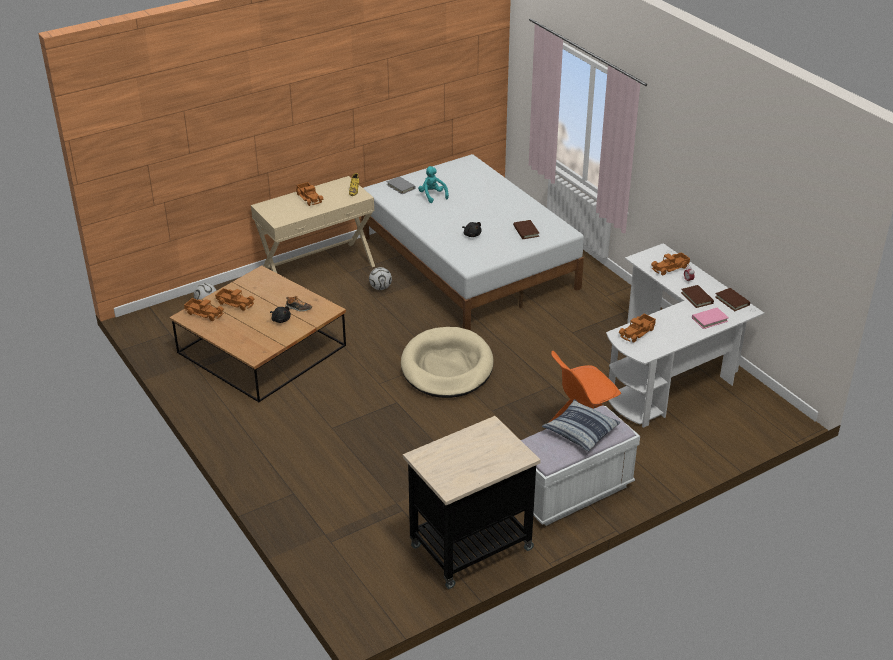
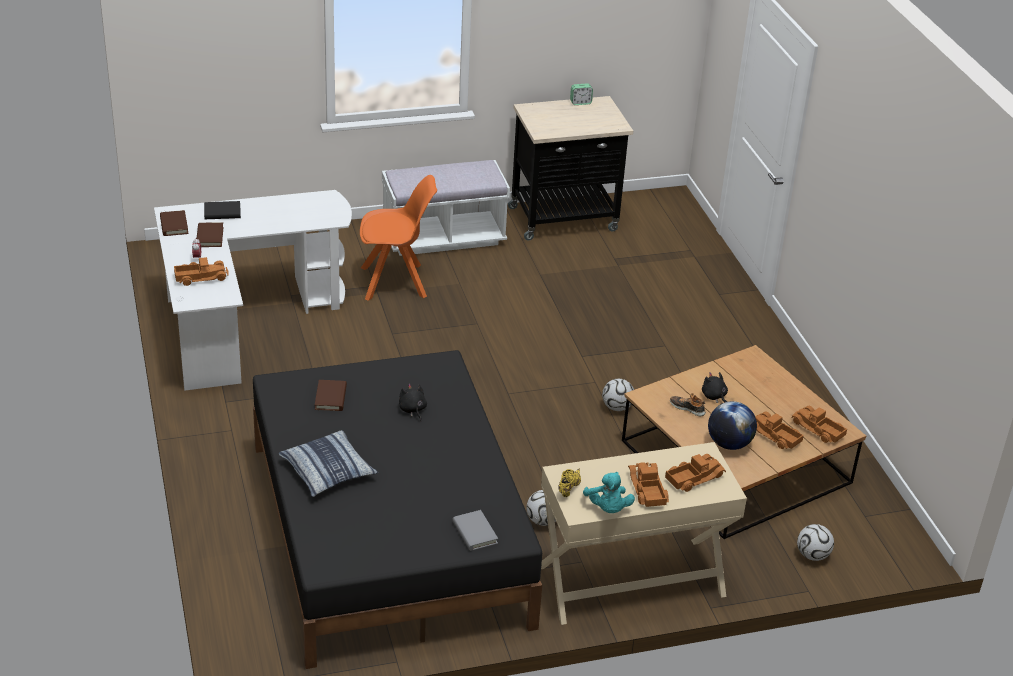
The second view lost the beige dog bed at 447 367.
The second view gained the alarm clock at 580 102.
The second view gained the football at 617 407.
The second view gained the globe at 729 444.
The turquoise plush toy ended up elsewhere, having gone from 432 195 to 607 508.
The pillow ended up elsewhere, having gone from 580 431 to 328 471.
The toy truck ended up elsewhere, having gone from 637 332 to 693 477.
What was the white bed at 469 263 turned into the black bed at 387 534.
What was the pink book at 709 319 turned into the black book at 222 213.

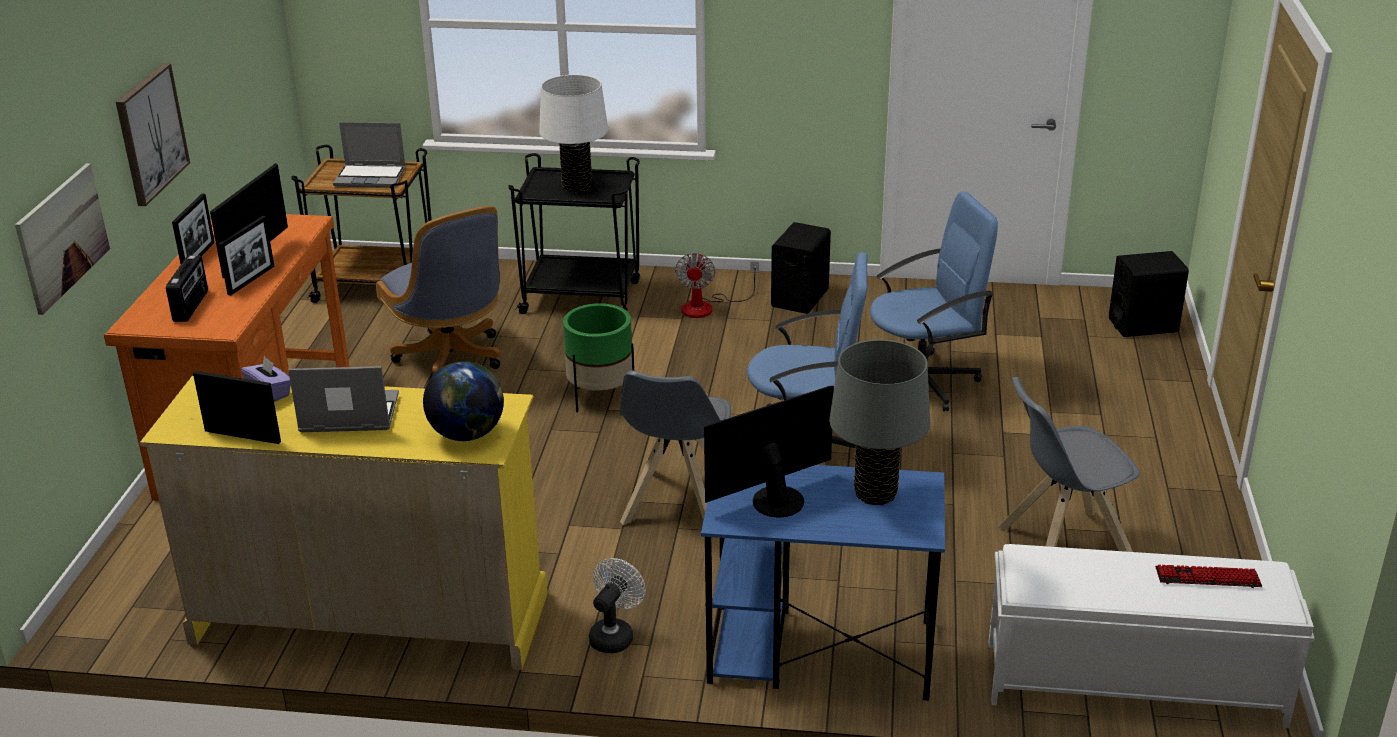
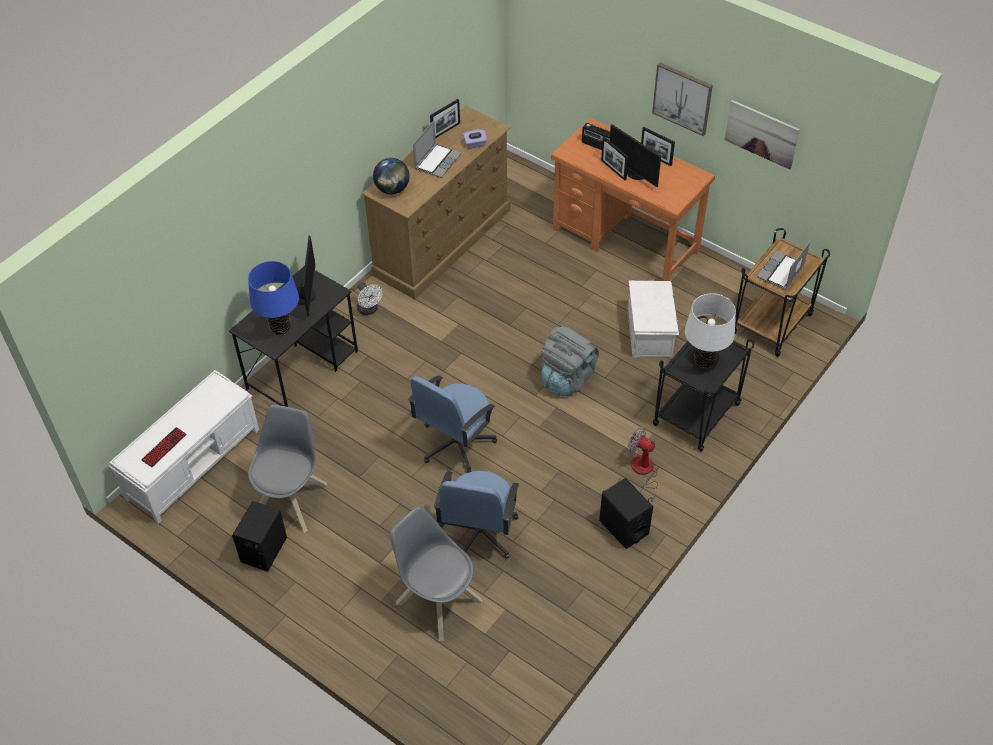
The picture ended up elsewhere, having gone from 62 237 to 761 134.
The grey chair ended up elsewhere, having gone from 677 503 to 437 600.
The black speaker ended up elsewhere, having gone from 1143 325 to 264 550.
Where the blue office chair stood at 454 361, the white storage box came to stand at 650 332.
Where the green planter stood at 601 397, the grey backpack came to stand at 567 378.
What was the yellow dresser at 369 617 turned into the brown dresser at 443 241.
What was the blue desk at 818 652 turned into the black desk at 303 369.
What was the grey table lamp at 875 494 turned into the blue table lamp at 280 328.

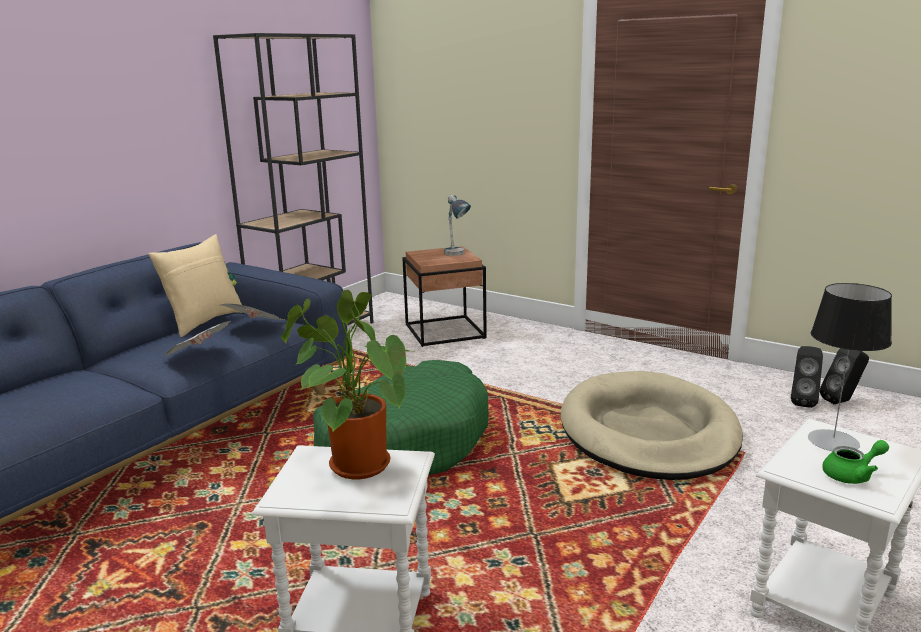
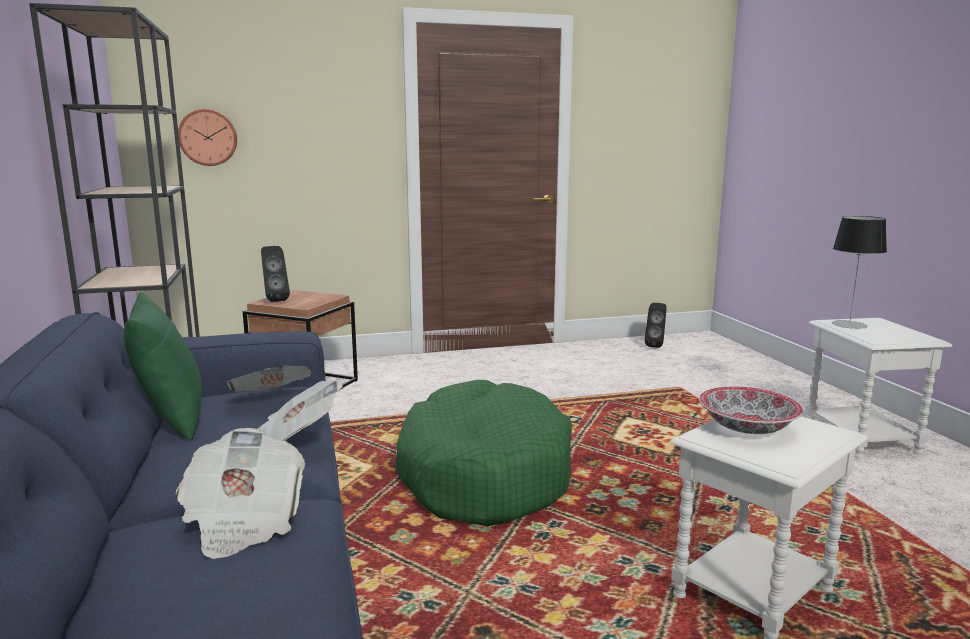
The second view lost the table lamp at 457 255.
The second view lost the beige dog bed at 648 432.
The second view lost the green teapot at 852 475.
The second view gained the newspaper at 243 521.
The second view gained the wall clock at 208 137.
The black speaker ended up elsewhere, having gone from 802 402 to 275 300.
Where the potted plant stood at 354 464, the bowl came to stand at 746 427.
What was the beige pillow at 205 322 turned into the green pillow at 172 420.

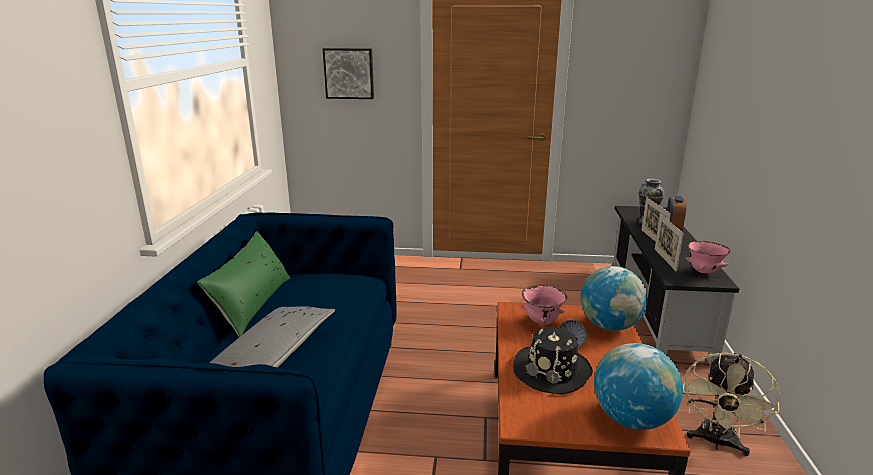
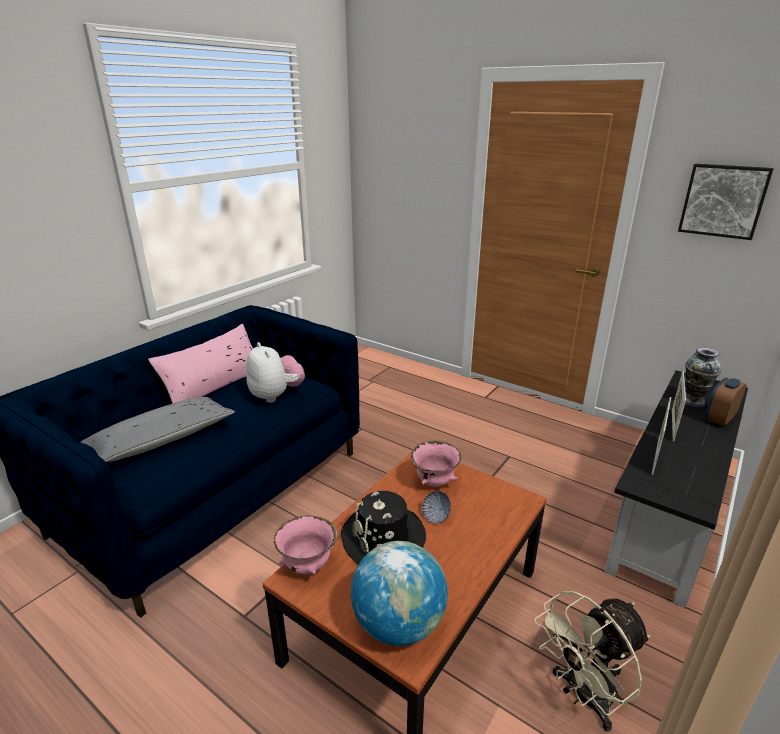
The second view lost the globe at 609 326.
The second view gained the plush toy at 276 395.
The picture ended up elsewhere, having gone from 349 73 to 723 200.
The pink bowl ended up elsewhere, having gone from 704 272 to 308 566.
What was the green pillow at 252 304 turned into the pink pillow at 215 386.

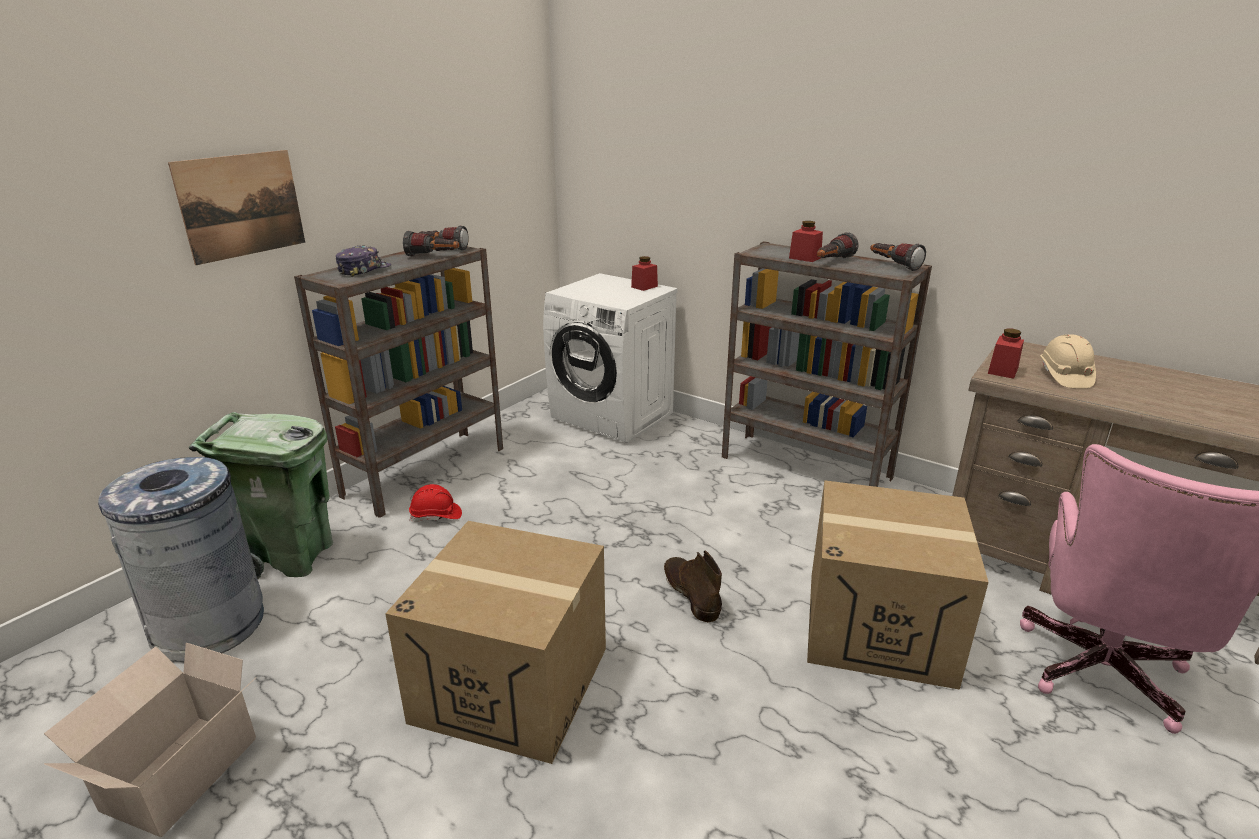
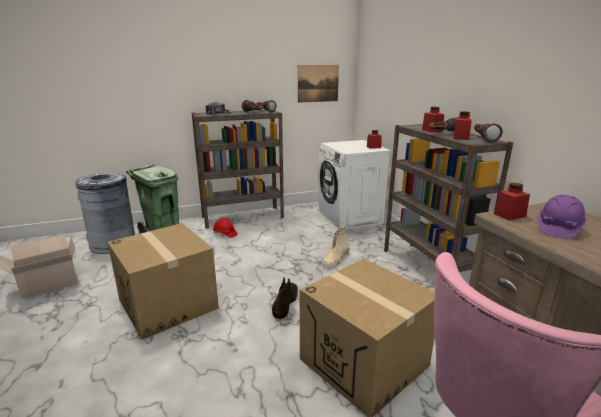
The second view gained the beige boot at 335 259.
The second view gained the red jar at 461 137.
The picture ended up elsewhere, having gone from 241 205 to 318 83.
What was the beige hard hat at 1064 376 turned into the purple hard hat at 558 229.

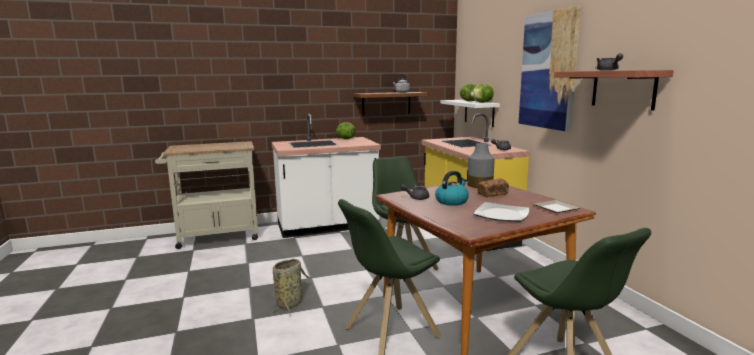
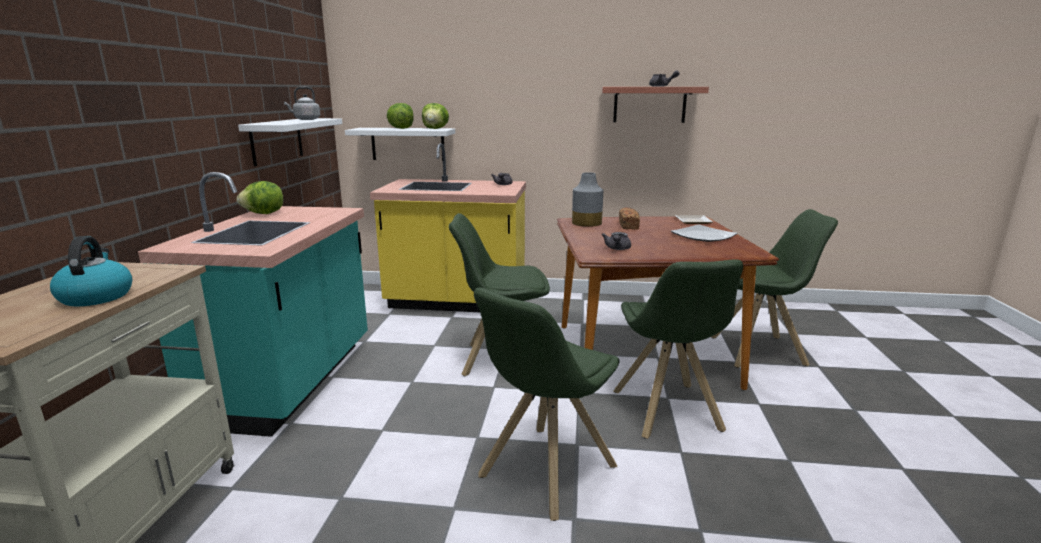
The second view lost the picture at 548 70.
The kettle ended up elsewhere, having gone from 452 201 to 96 296.
Where the basket stood at 290 302, the green chair came to stand at 546 470.
What was the white counter at 327 227 turned into the turquoise counter at 291 382.
What was the brown shelf at 386 103 turned into the white shelf at 277 141.

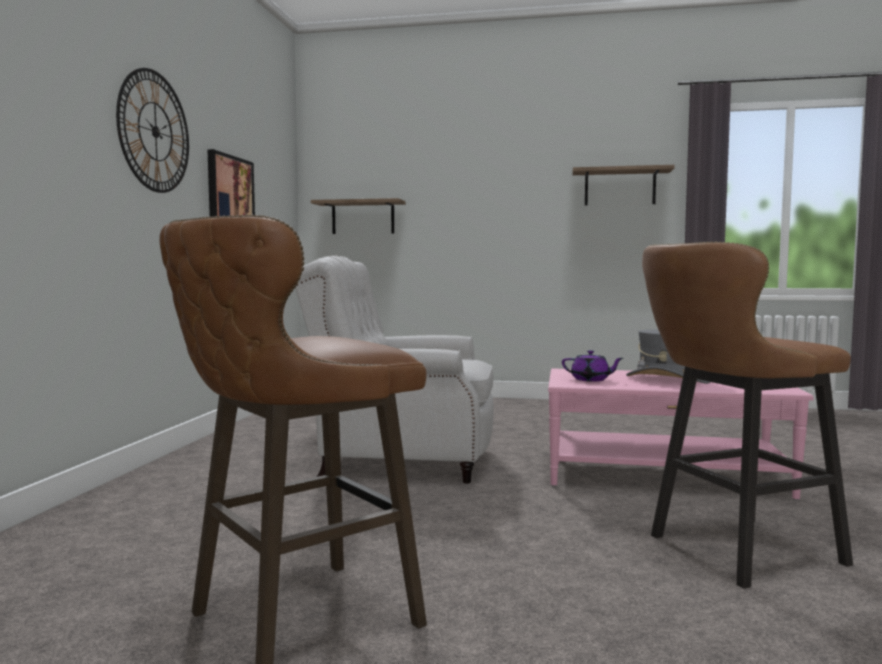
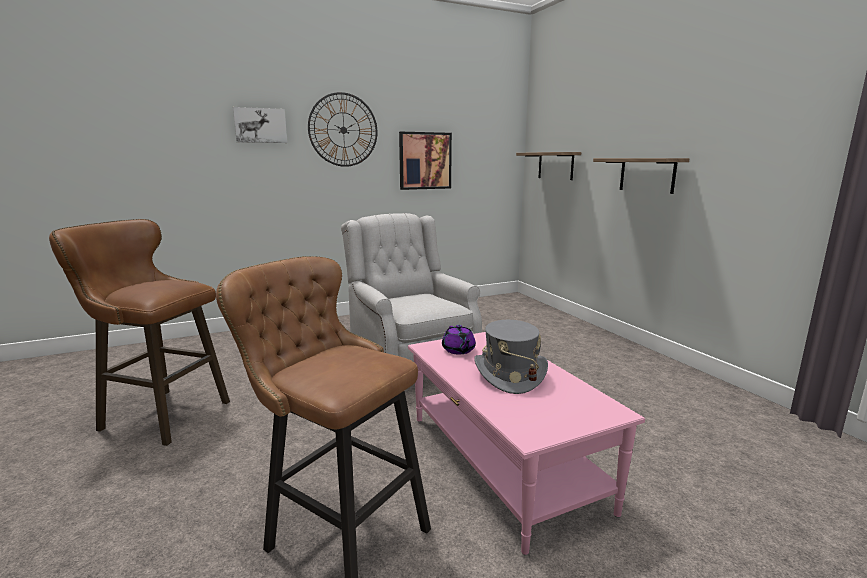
The second view gained the picture at 260 125.
The shelf ended up elsewhere, having gone from 620 187 to 647 175.

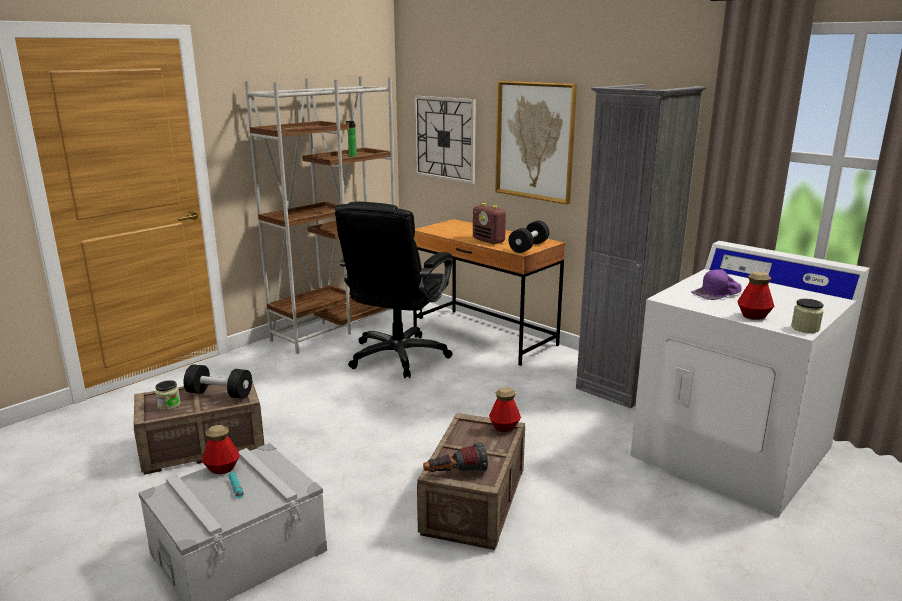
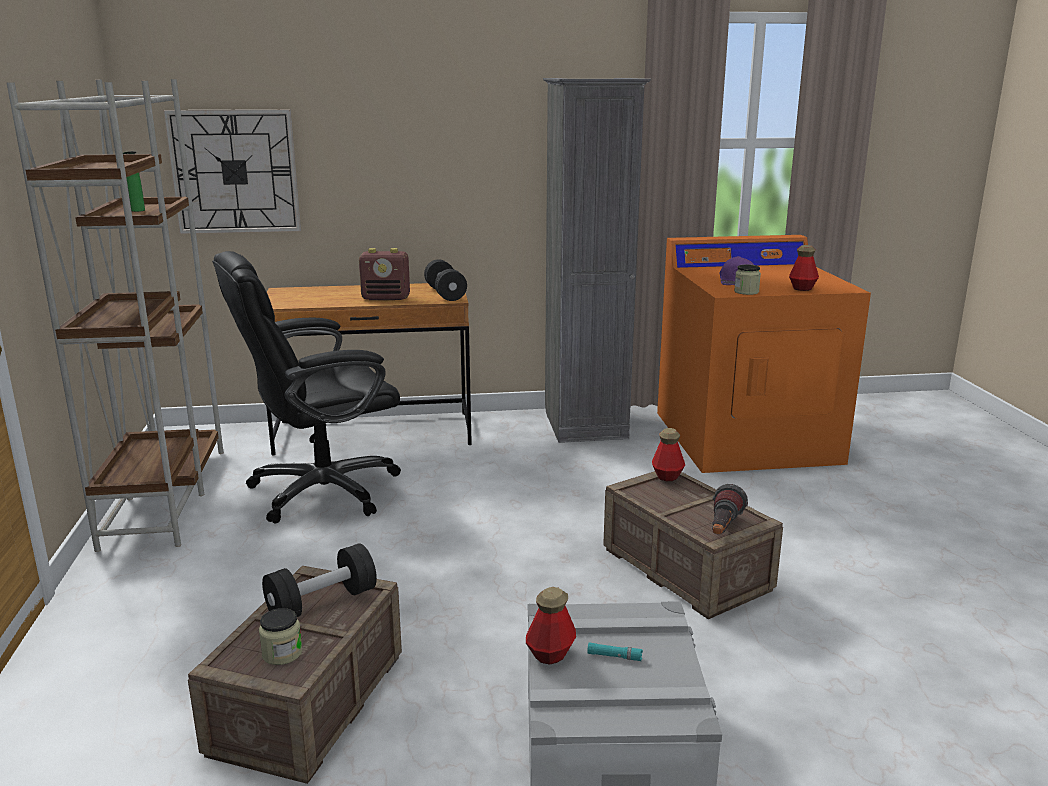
The second view lost the picture at 535 141.
The jar ended up elsewhere, having gone from 805 328 to 746 292.
What was the white washing machine at 733 452 turned into the orange washing machine at 747 437.
The black office chair at 398 356 ended up facing another way, 90 degrees clockwise from before.

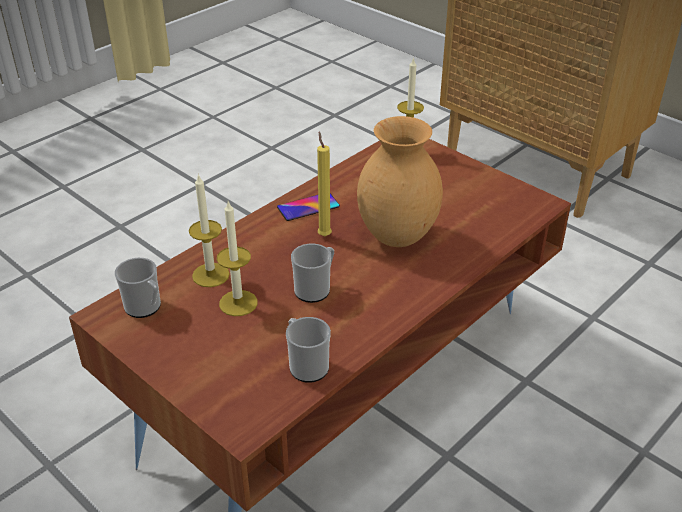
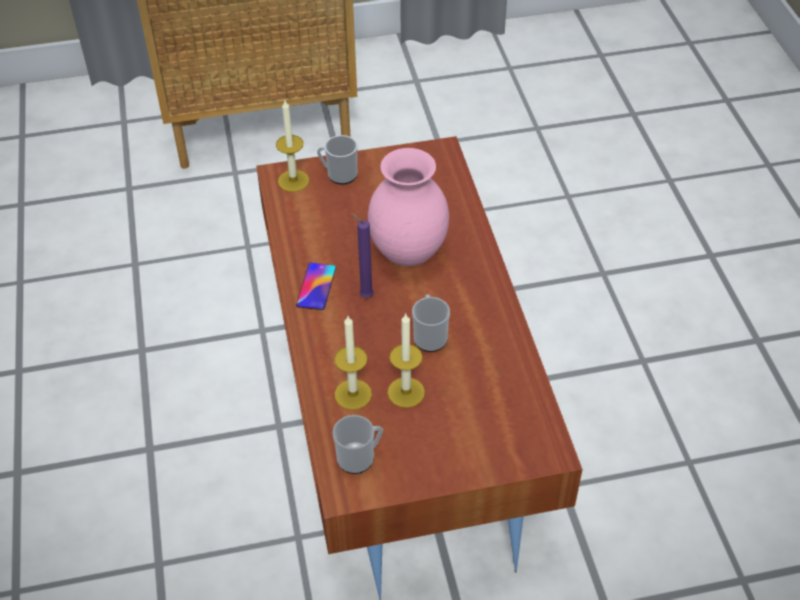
The mug ended up elsewhere, having gone from 306 365 to 339 174.
What was the yellow candle at 324 234 turned into the purple candle at 364 296.
What was the brown vase at 396 238 turned into the pink vase at 409 255.

